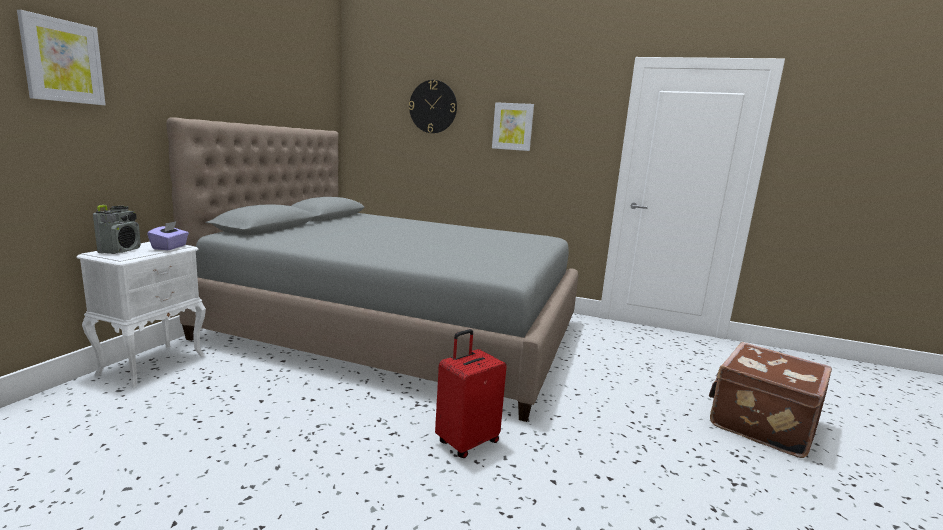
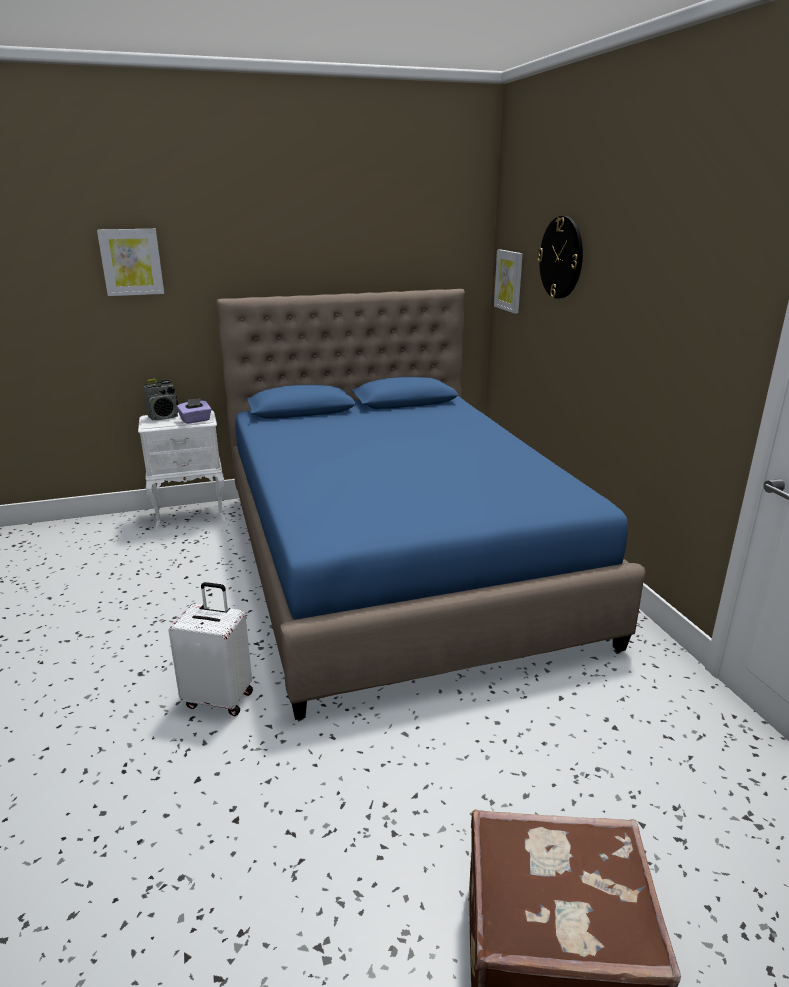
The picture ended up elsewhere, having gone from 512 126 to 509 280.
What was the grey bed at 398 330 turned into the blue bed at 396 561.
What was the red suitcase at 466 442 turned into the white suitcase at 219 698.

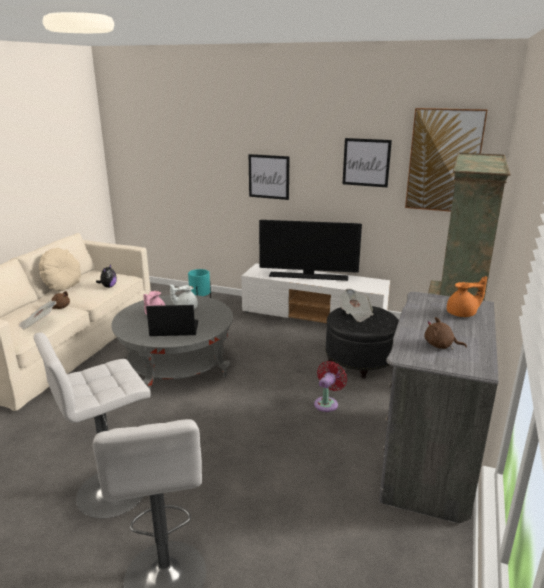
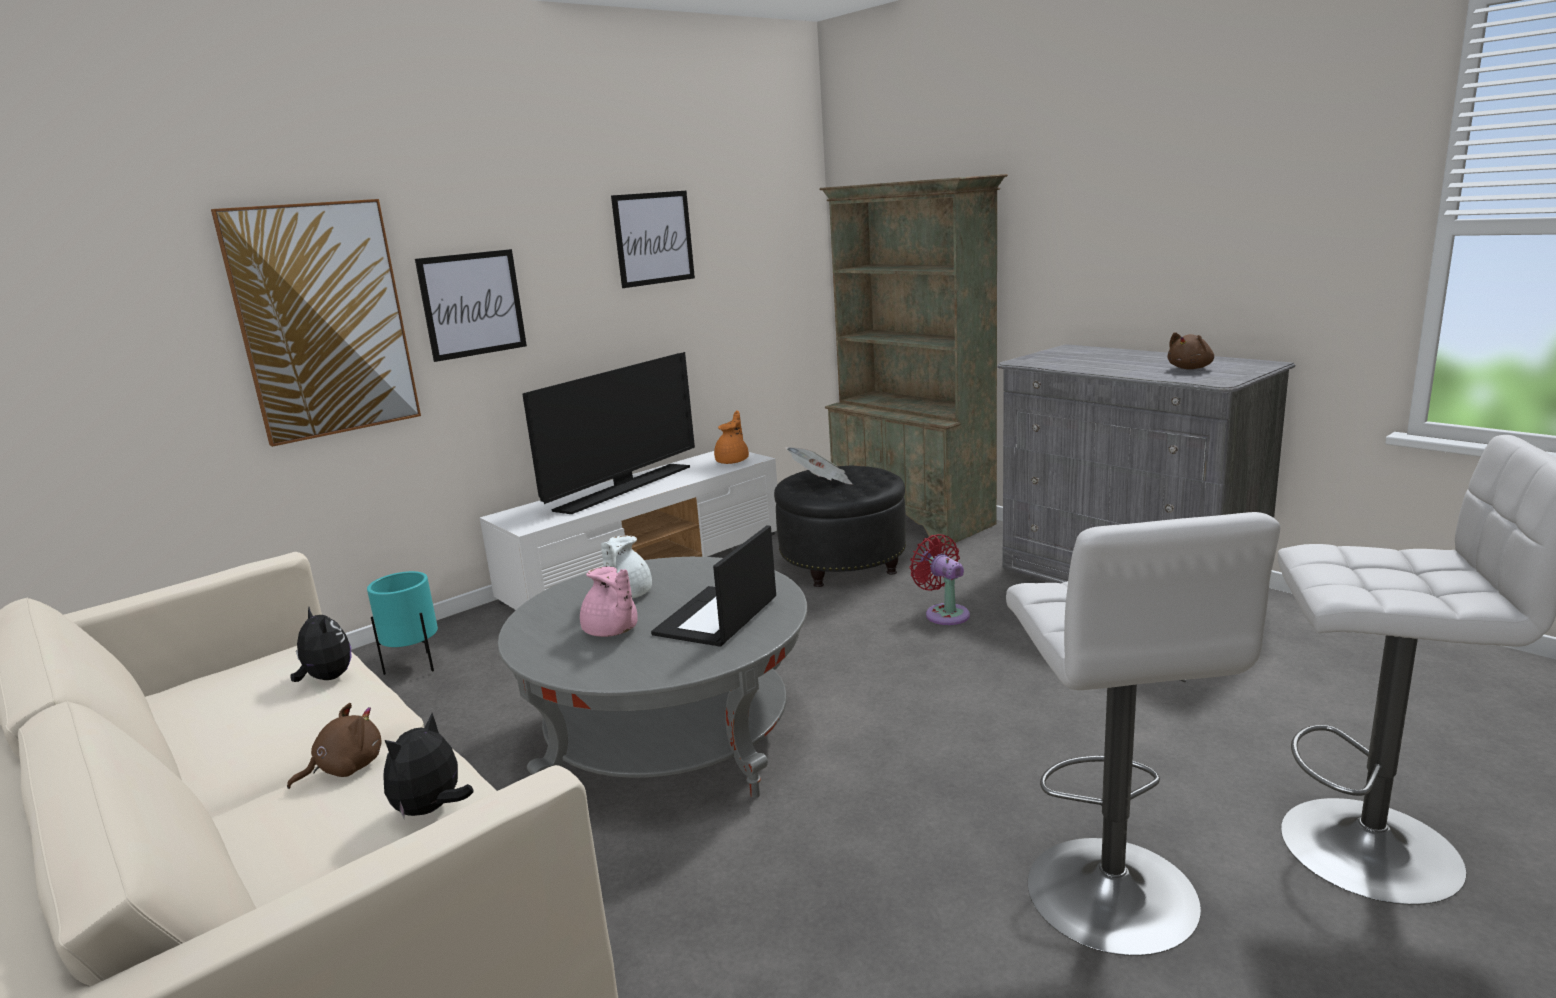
The second view lost the beige pillow at 63 288.
The picture ended up elsewhere, having gone from 444 161 to 323 320.
The orange teapot ended up elsewhere, having gone from 462 314 to 733 461.
Where the newspaper stood at 38 324, the plush toy came to stand at 431 810.

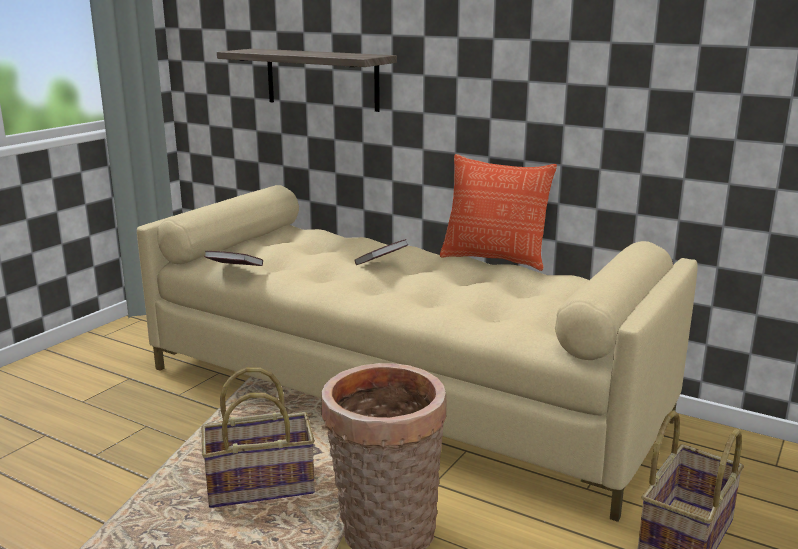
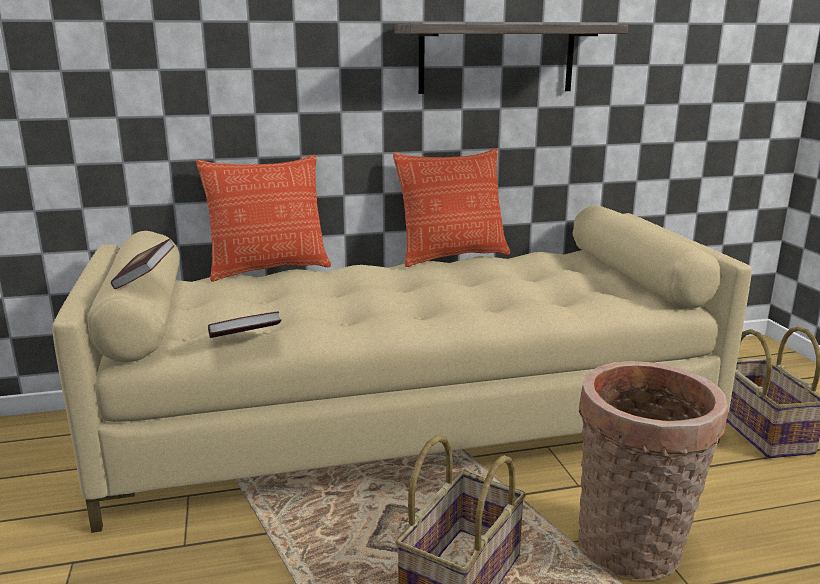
The second view gained the orange pillow at 269 269.
The shelf ended up elsewhere, having gone from 322 79 to 497 59.
The book ended up elsewhere, having gone from 381 262 to 145 278.

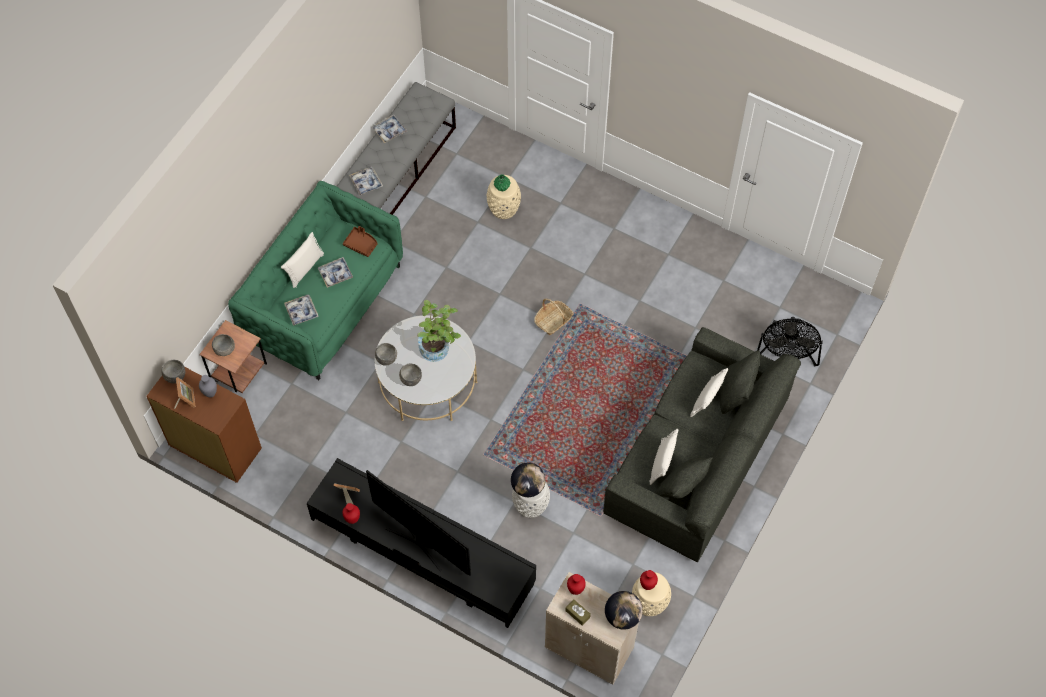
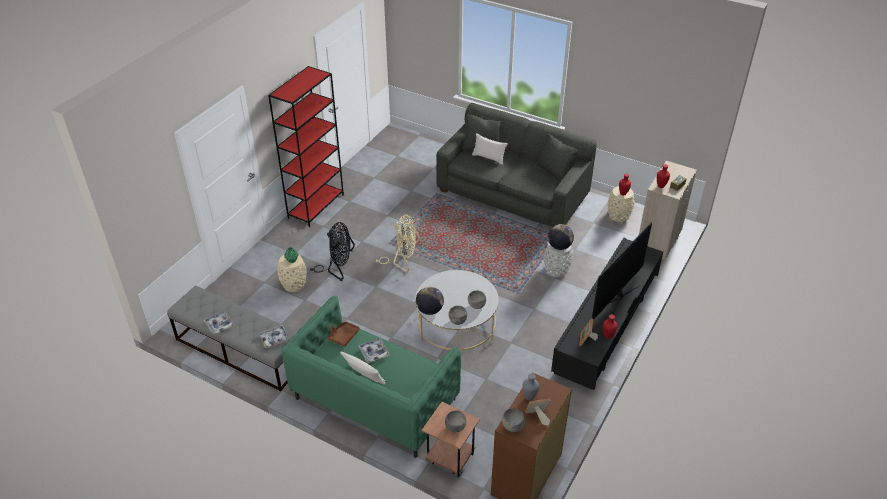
The second view lost the tray at 301 312.
The second view lost the potted plant at 438 350.
The second view lost the white pillow at 662 463.
The second view gained the red bookcase at 316 206.
The globe ended up elsewhere, having gone from 622 616 to 429 310.
The black fan ended up elsewhere, having gone from 784 350 to 337 265.
Where the basket stood at 553 321, the beige fan came to stand at 402 257.

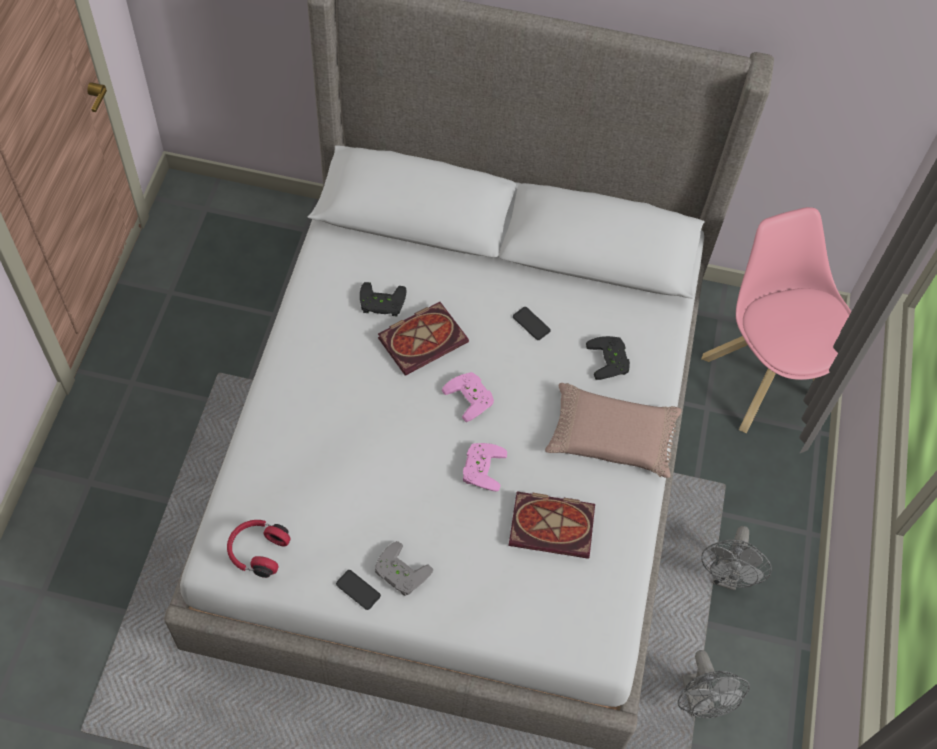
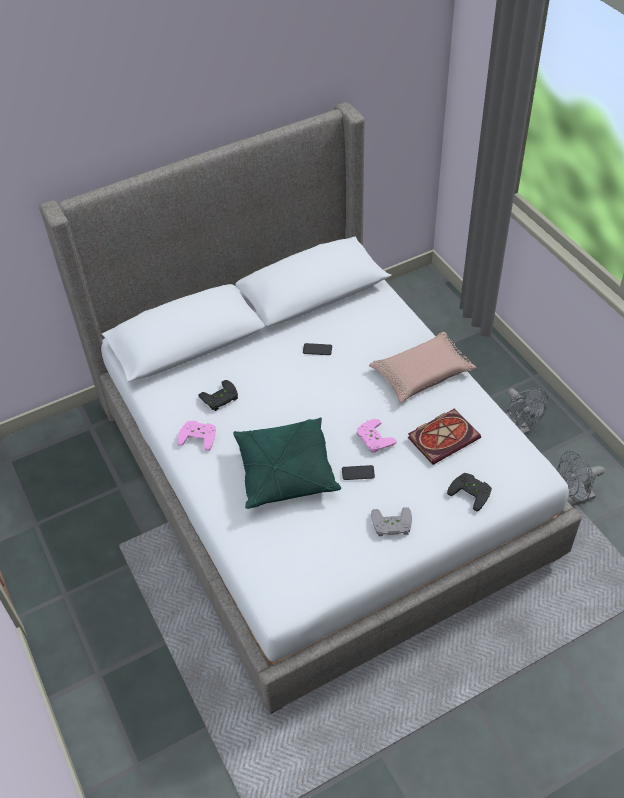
The second view lost the red headphones at 257 551.
The second view lost the book at 423 338.
The second view lost the pink chair at 764 376.
The second view gained the green pillow at 285 471.
The phone ended up elsewhere, having gone from 358 590 to 358 473.
The pink game controller ended up elsewhere, having gone from 472 397 to 199 435.
The black game controller ended up elsewhere, having gone from 611 360 to 472 491.
The grey fan at 700 702 ended up facing another way, 120 degrees clockwise from before.

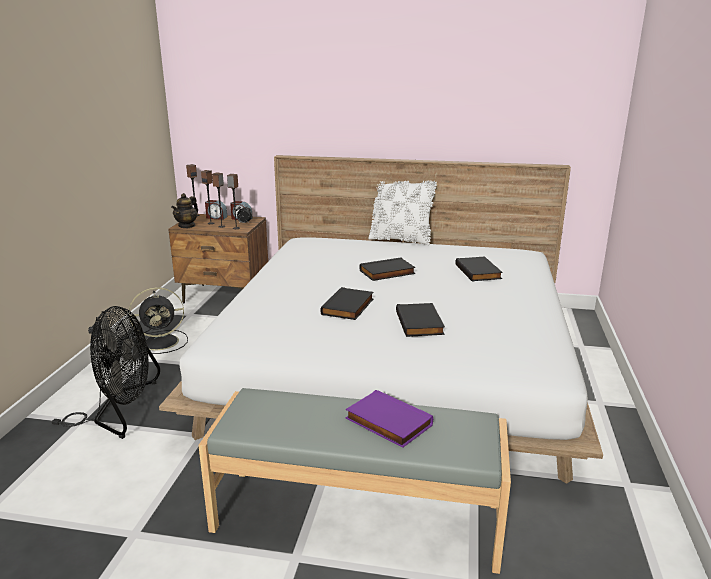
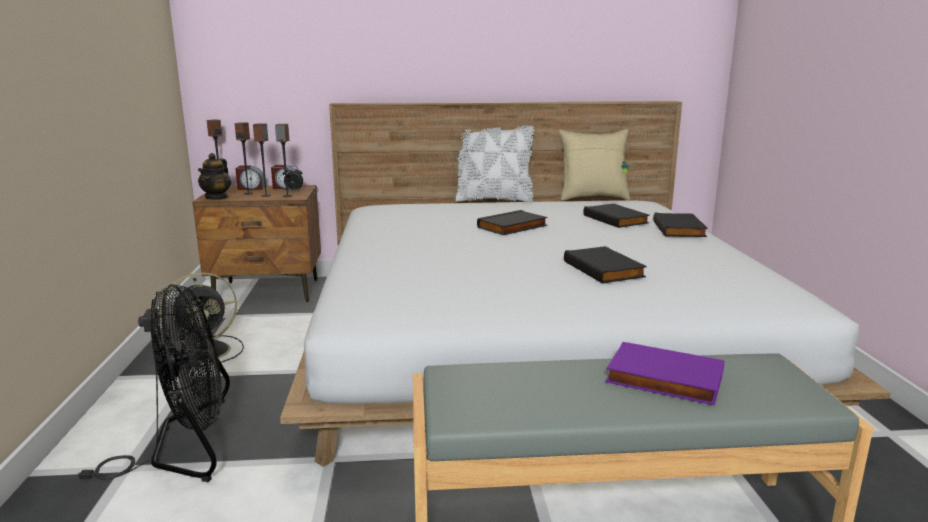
The second view gained the beige pillow at 592 198.
The black book ended up elsewhere, having gone from 349 307 to 680 229.

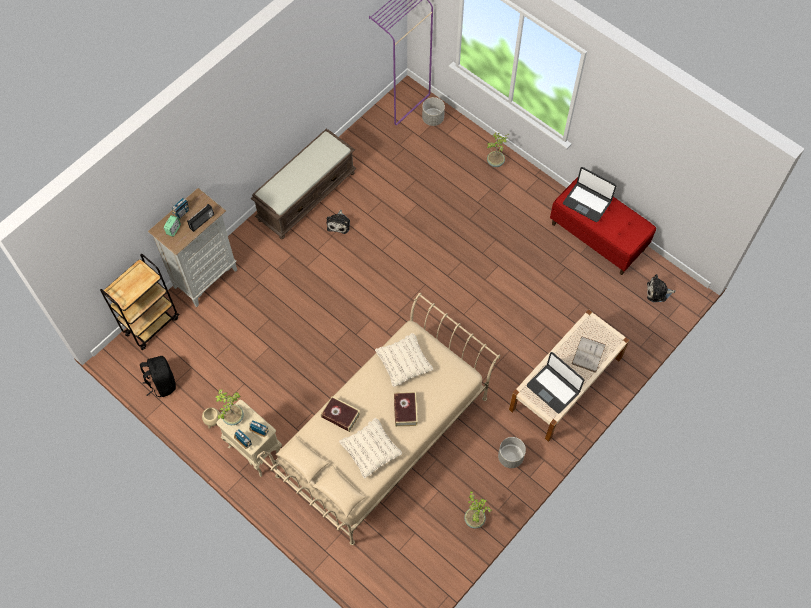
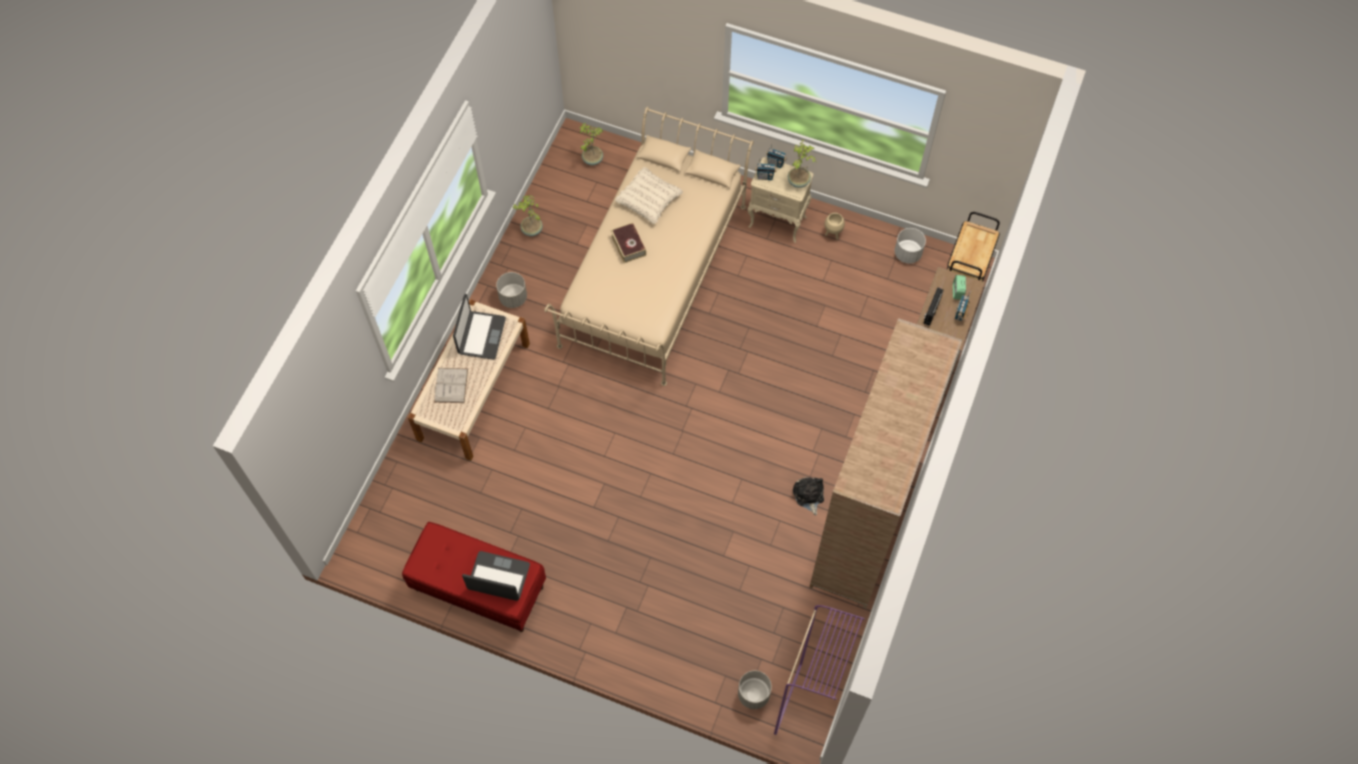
The second view lost the book at 340 416.
The second view lost the beige pillow at 403 362.
The second view lost the plush toy at 658 292.
The potted plant ended up elsewhere, having gone from 495 162 to 592 159.
Where the black backpack stood at 162 383, the white planter came to stand at 908 253.
Where the brown bench stood at 306 195, the white wardrobe came to stand at 866 520.
The laptop at 553 388 ended up facing another way, 75 degrees clockwise from before.

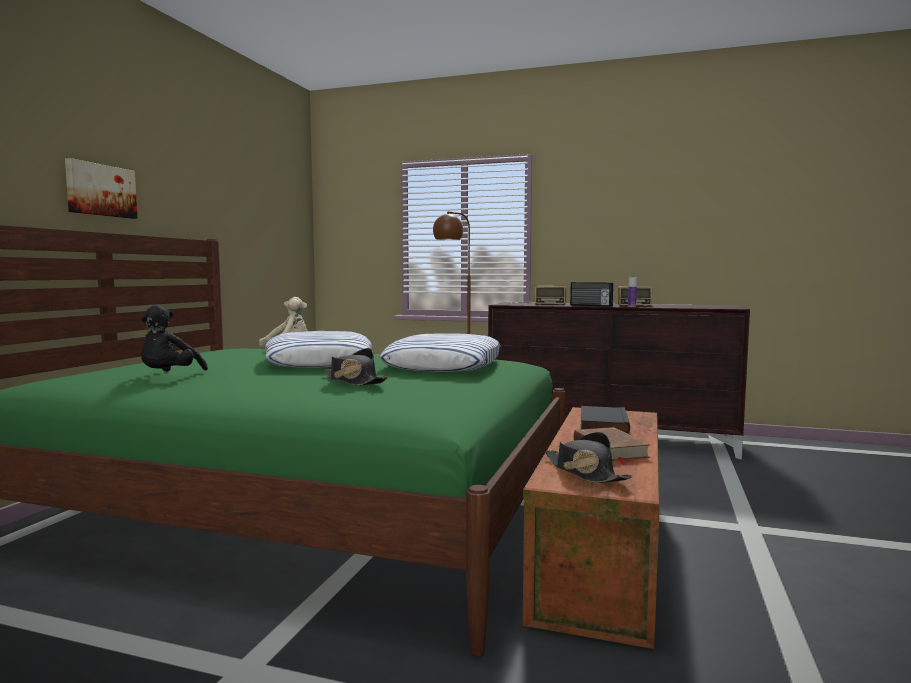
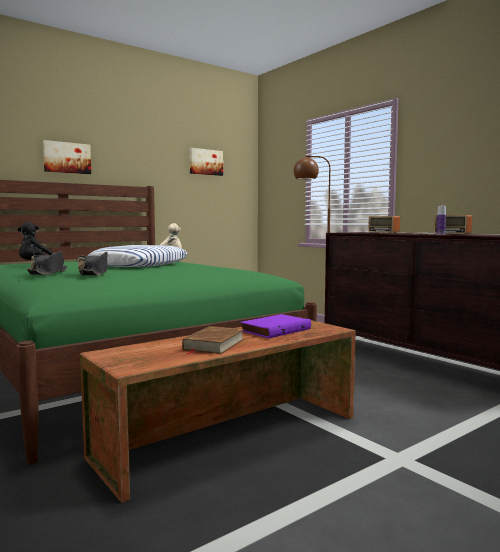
The second view lost the pillow at 444 364.
The second view lost the radio at 590 305.
The second view gained the picture at 205 162.
The black hat ended up elsewhere, having gone from 584 472 to 48 273.
What was the black book at 601 424 turned into the purple book at 275 329.

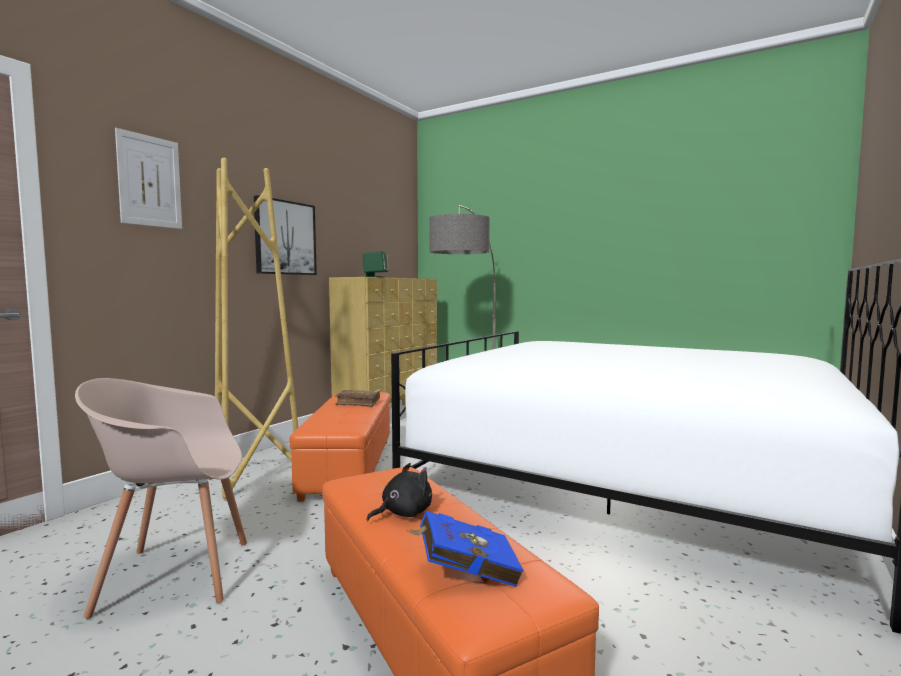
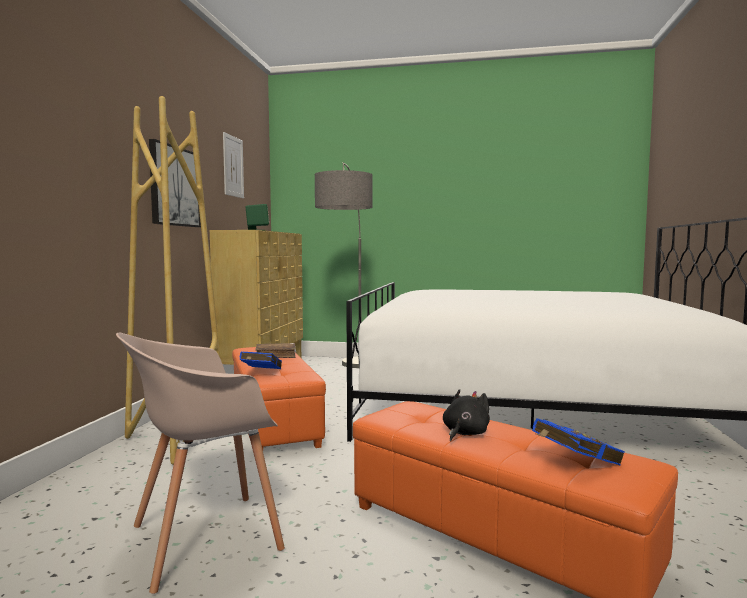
The second view gained the blue book at 260 373.
The picture ended up elsewhere, having gone from 149 181 to 233 166.

